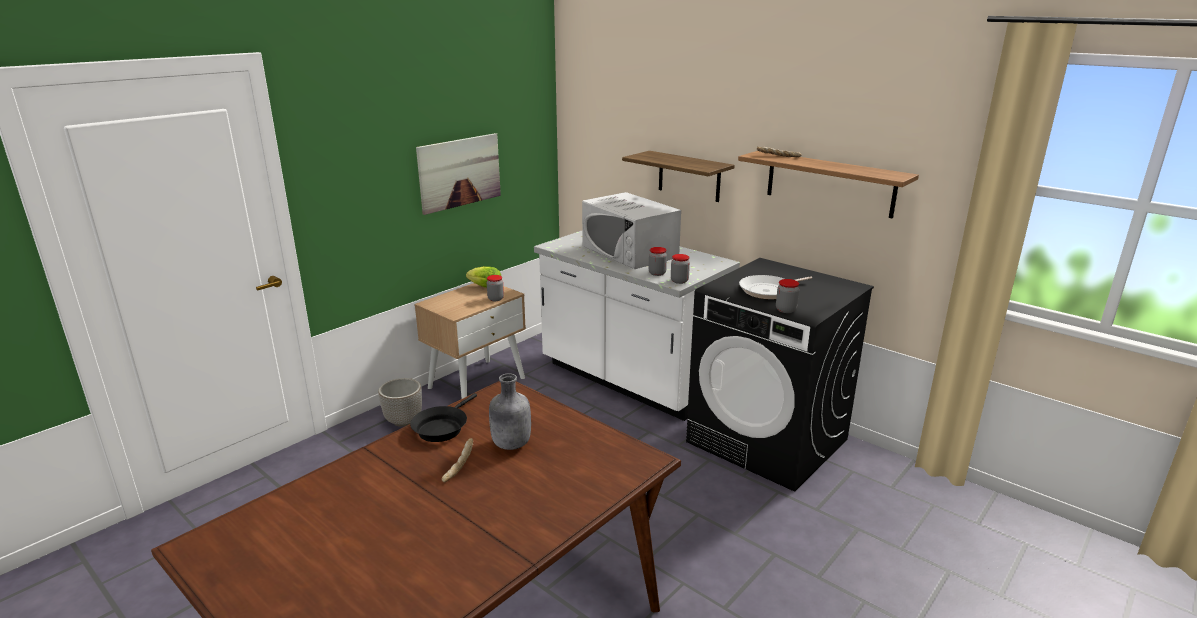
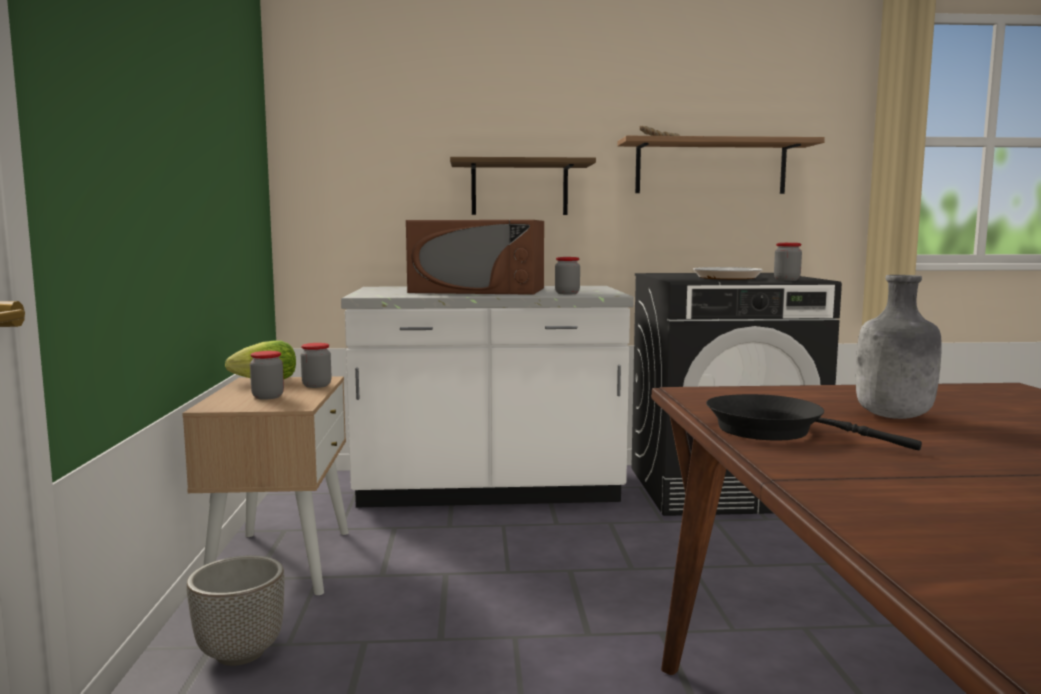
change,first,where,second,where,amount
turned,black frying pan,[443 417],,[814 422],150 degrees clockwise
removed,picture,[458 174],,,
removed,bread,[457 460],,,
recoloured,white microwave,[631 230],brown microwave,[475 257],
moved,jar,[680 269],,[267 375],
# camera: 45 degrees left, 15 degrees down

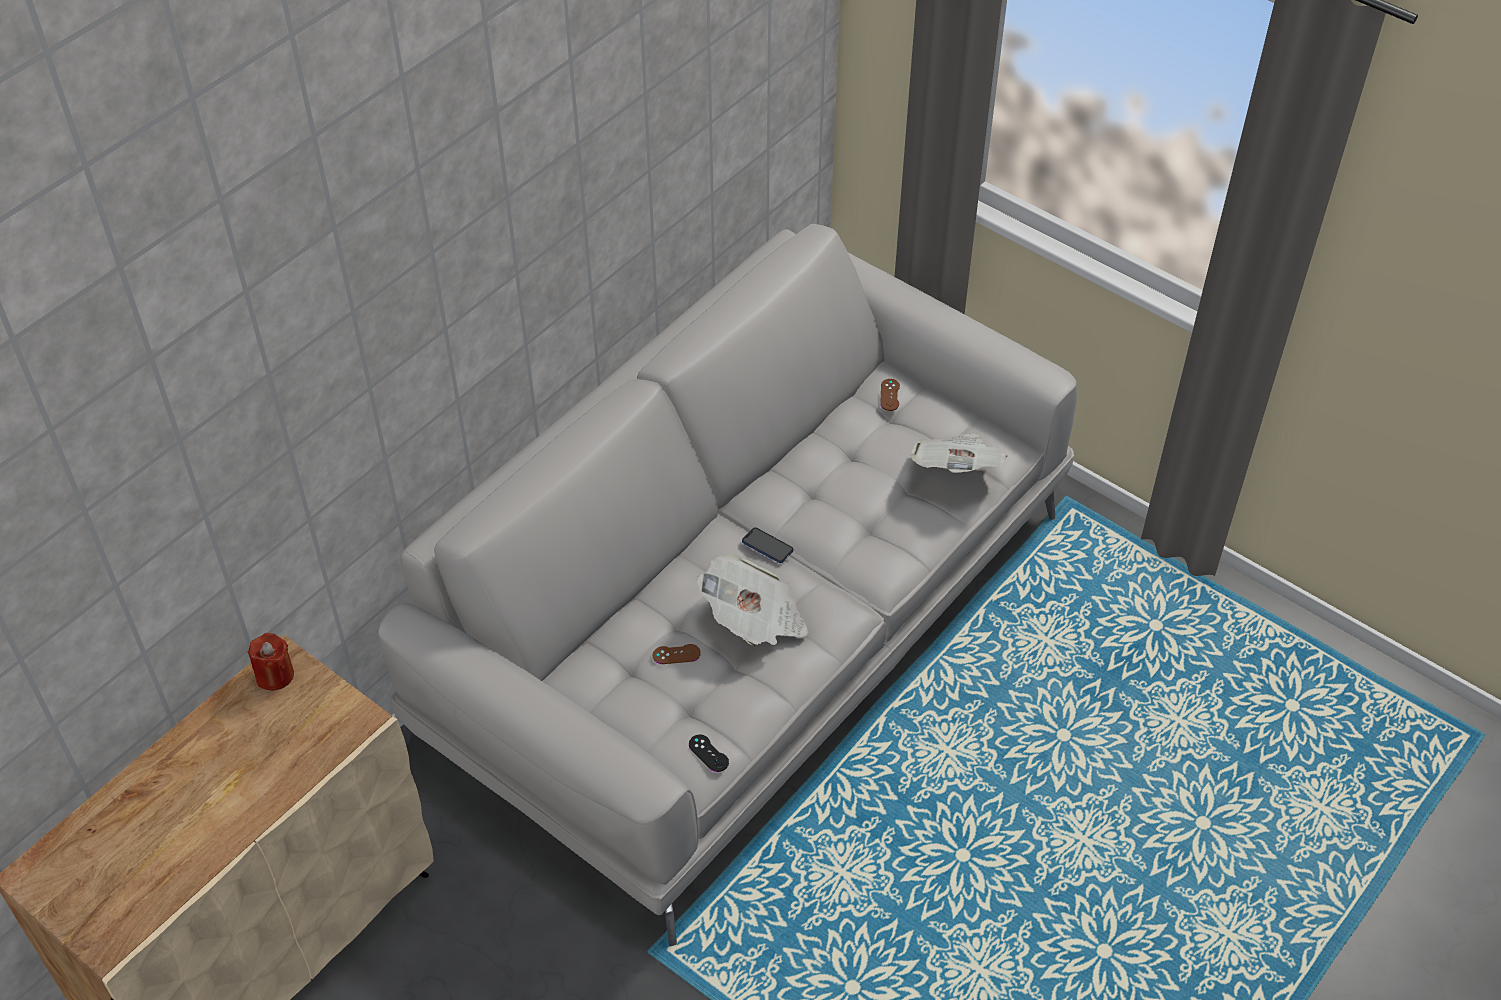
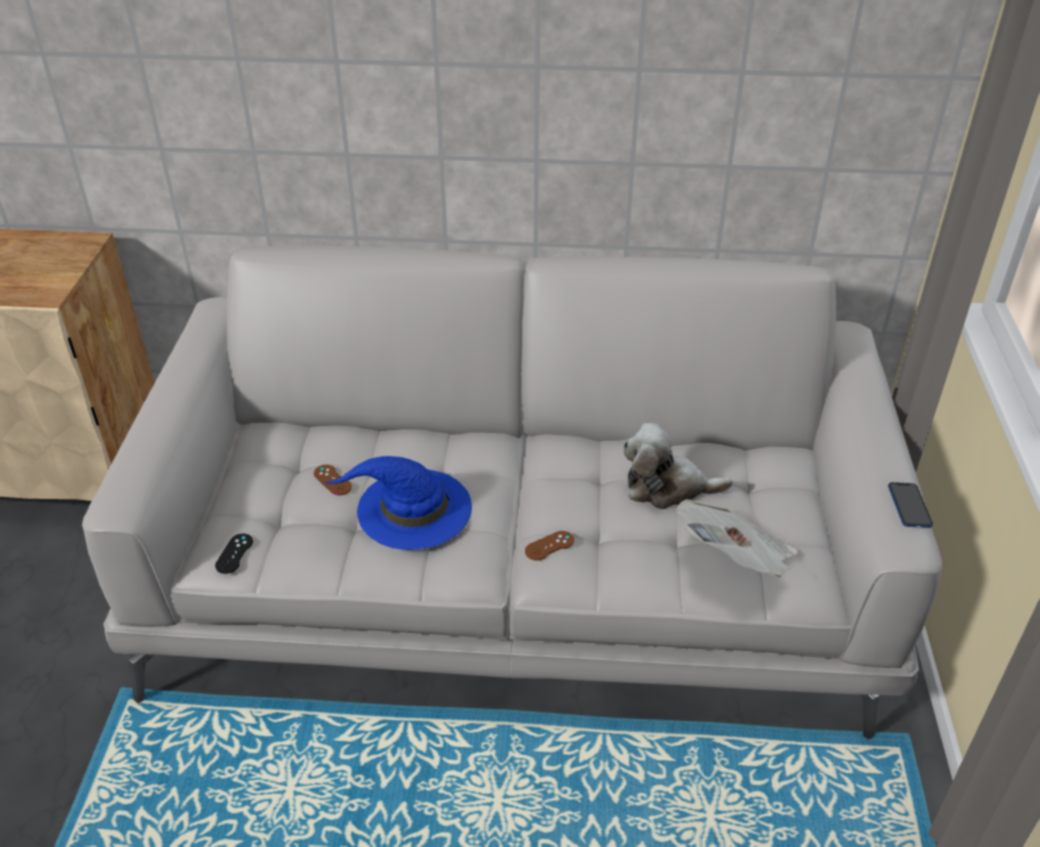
change,first,where,second,where,amount
removed,red candle,[270 662],,,
replaced,newspaper,[753 599],blue hat,[398 503],
moved,phone,[767 545],,[910 505],
moved,brown game controller,[890 395],,[549 546],
added,,,plush toy,[678 466],
# camera: 55 degrees right, 10 degrees down

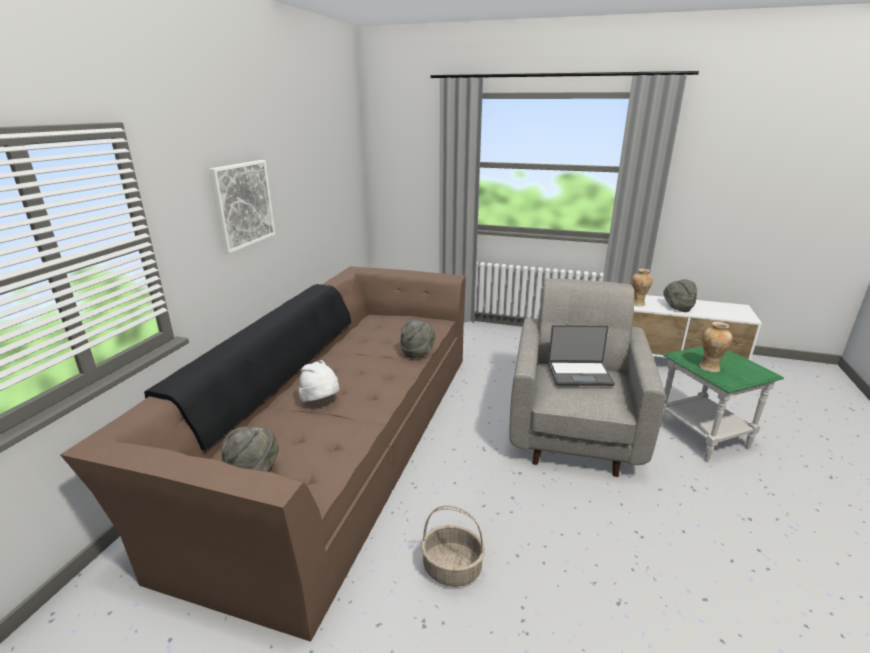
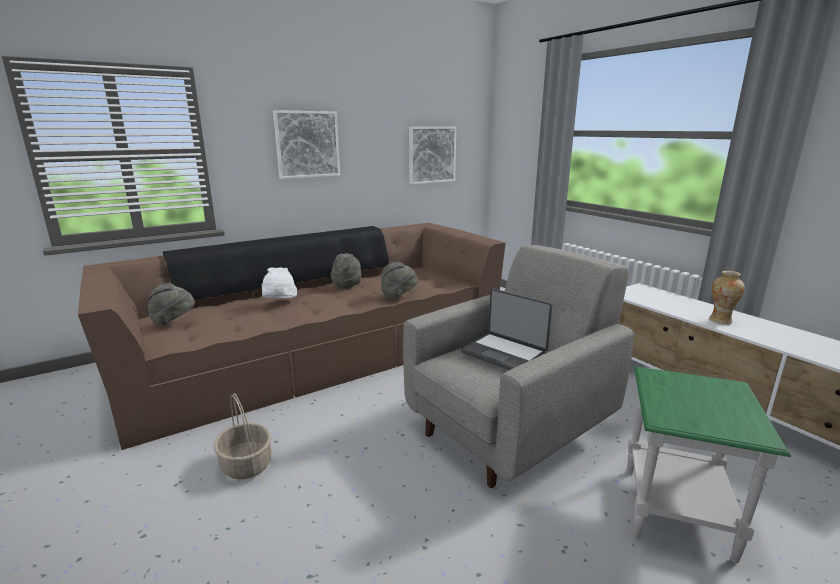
change,first,where,second,where,amount
moved,grey hat,[680 295],,[346 271],
removed,vase,[715 347],,,
added,,,picture,[432 155],
# camera: 40 degrees right, 5 degrees down

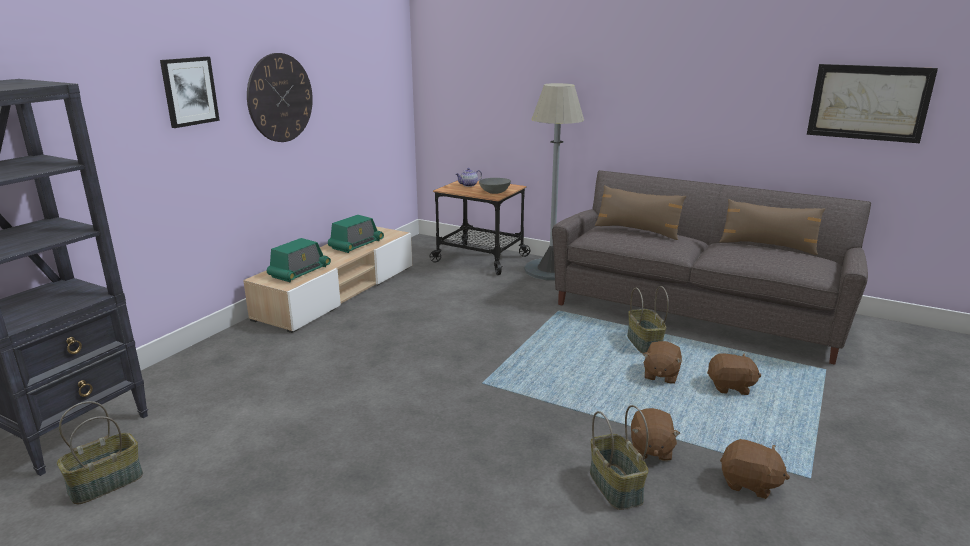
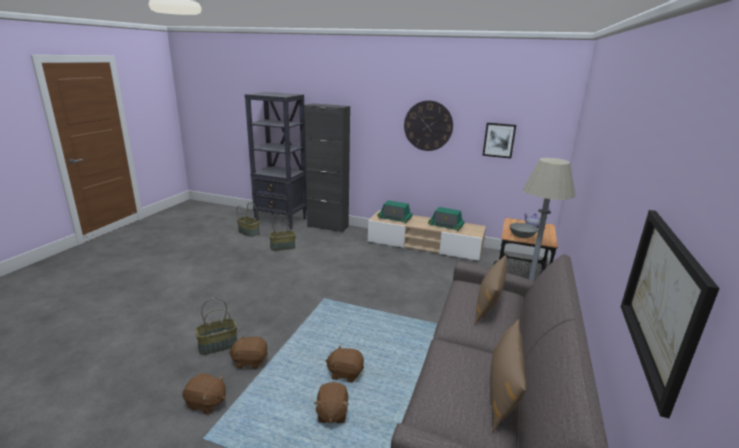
change,first,where,second,where,amount
moved,picture,[190 92],,[499 140],
moved,basket,[648 319],,[282 233],
turned,brown plush toy,[755 469],,[204 394],90 degrees counterclockwise
added,,,black cabinet,[327 168],
# camera: 80 degrees right, 0 degrees up

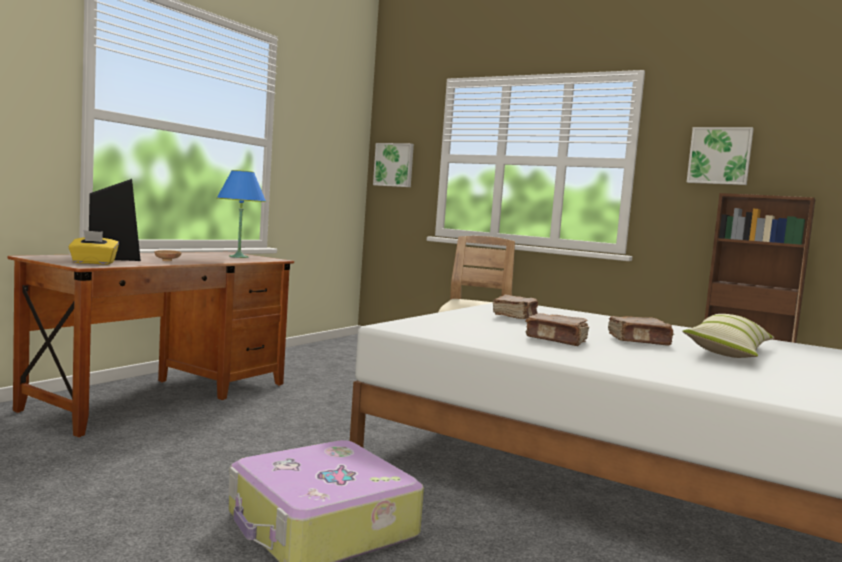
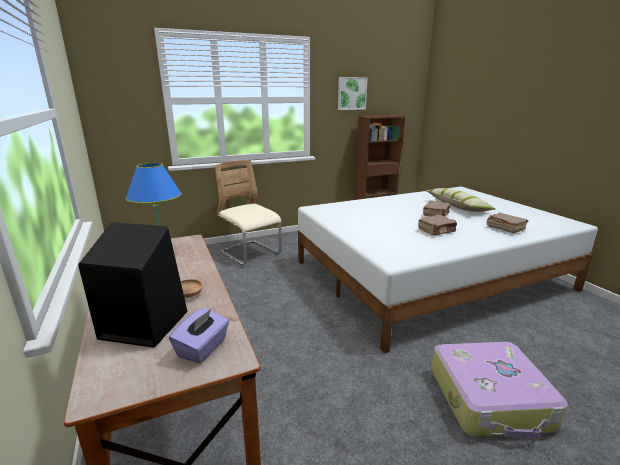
change,first,where,second,where,amount
recoloured,yellow tissue box,[94 247],purple tissue box,[199 336],
removed,picture,[393 165],,,
moved,brown book,[515 306],,[508 223],
# camera: 55 degrees left, 15 degrees up

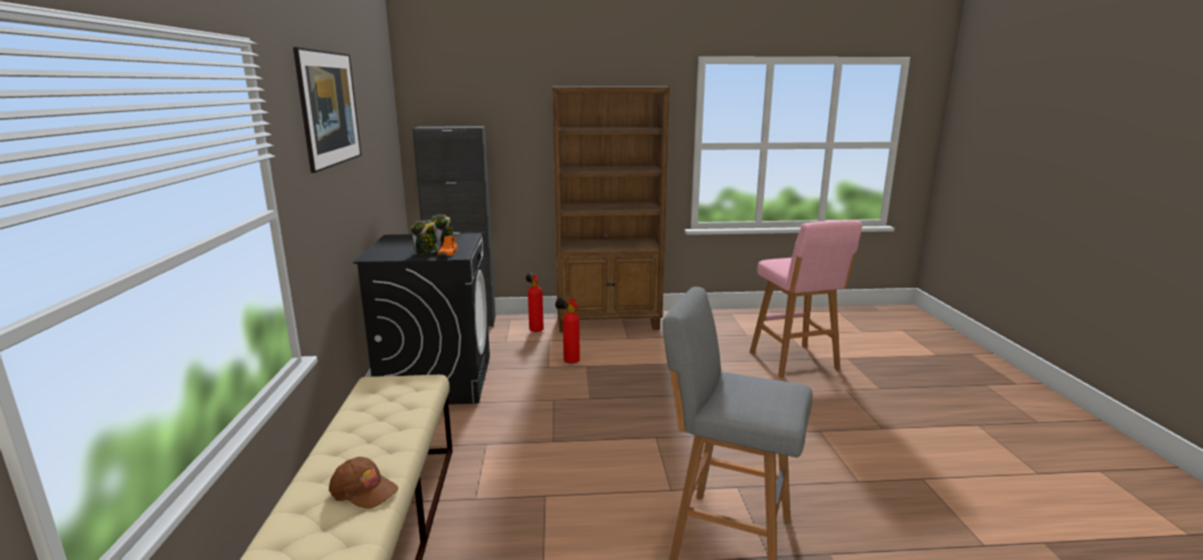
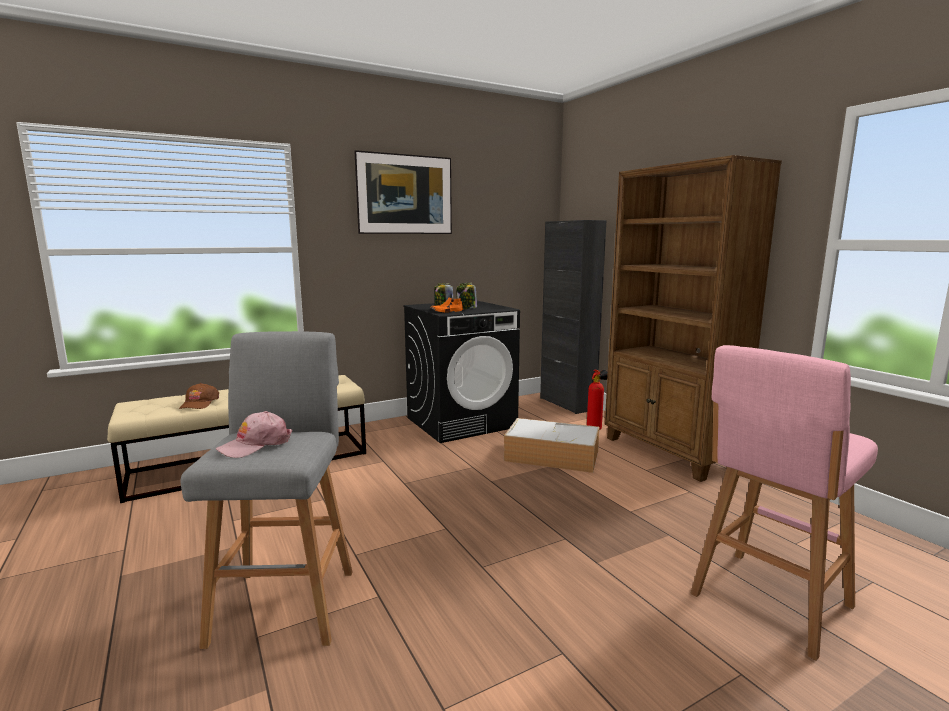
change,first,where,second,where,amount
replaced,fire extinguisher,[567 331],storage box,[552 445],
added,,,pink cap,[254 434],
# camera: 65 degrees right, 5 degrees down

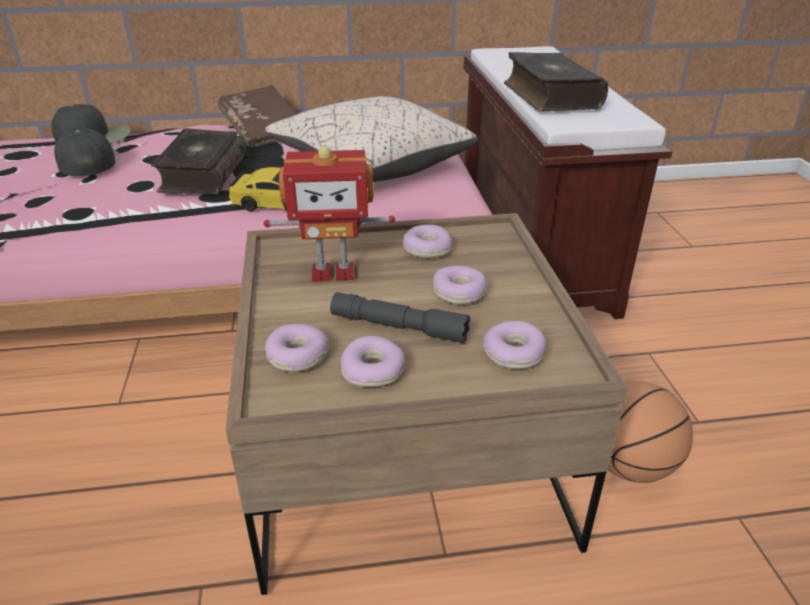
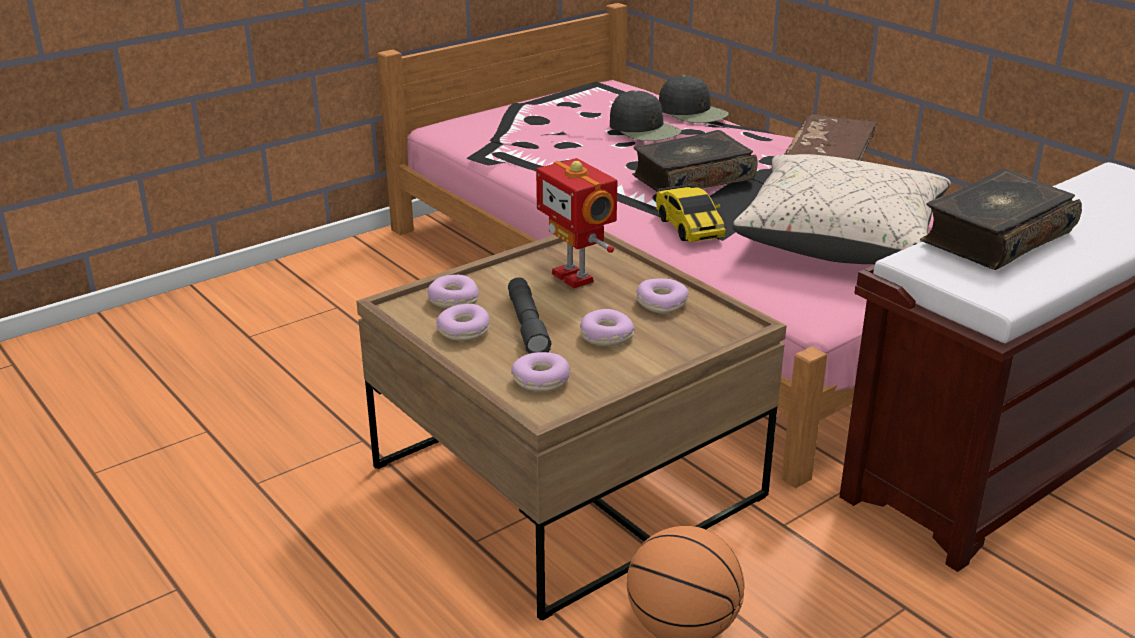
change,first,where,second,where,amount
turned,black cap,[84 151],,[645 115],105 degrees clockwise
# camera: 60 degrees right, 5 degrees down

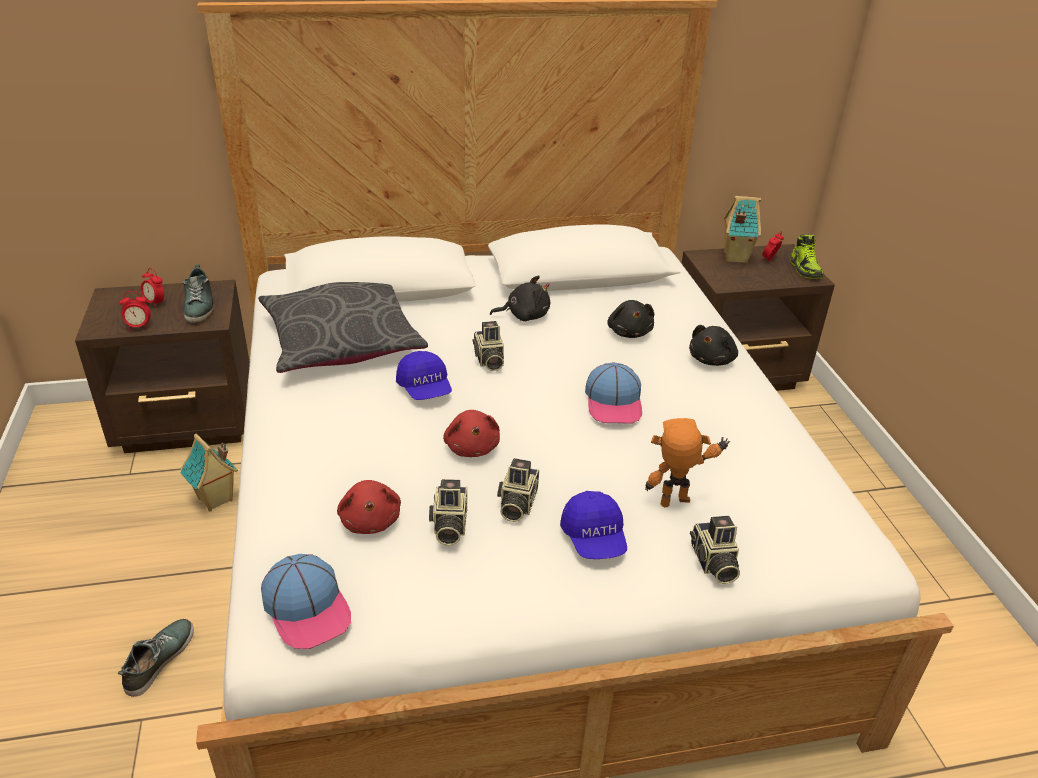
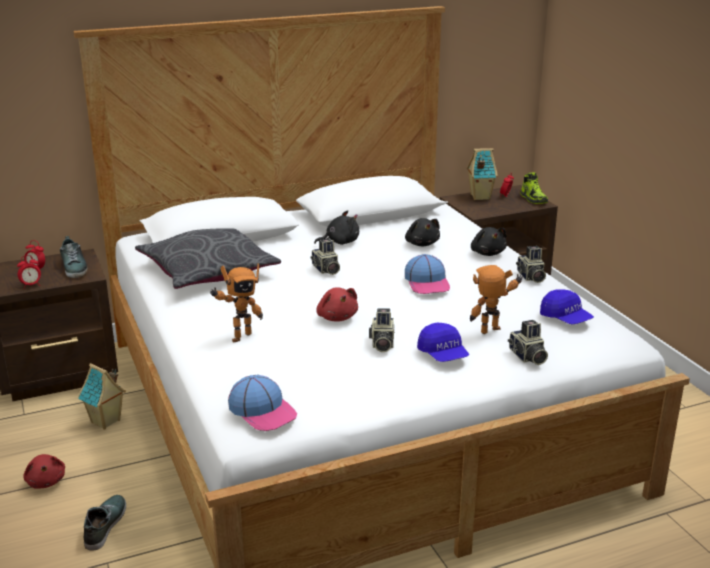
change,first,where,second,where,amount
moved,red plush toy,[369 507],,[44 471],
moved,blue cap,[424 375],,[567 306],
moved,photo camera,[448 512],,[531 264],
turned,black plush toy,[713 345],,[489 241],45 degrees counterclockwise
added,,,toy robot,[236 303],
# camera: 10 degrees left, 10 degrees down

